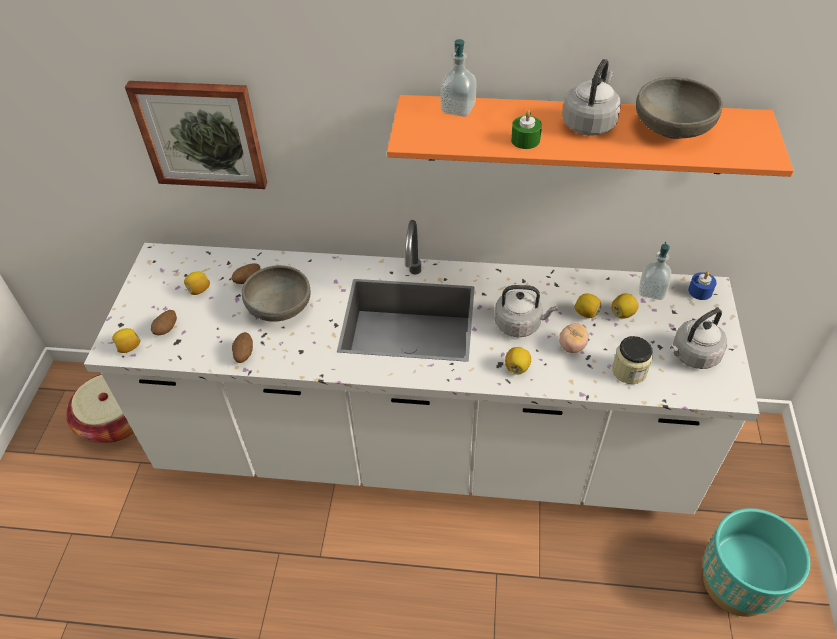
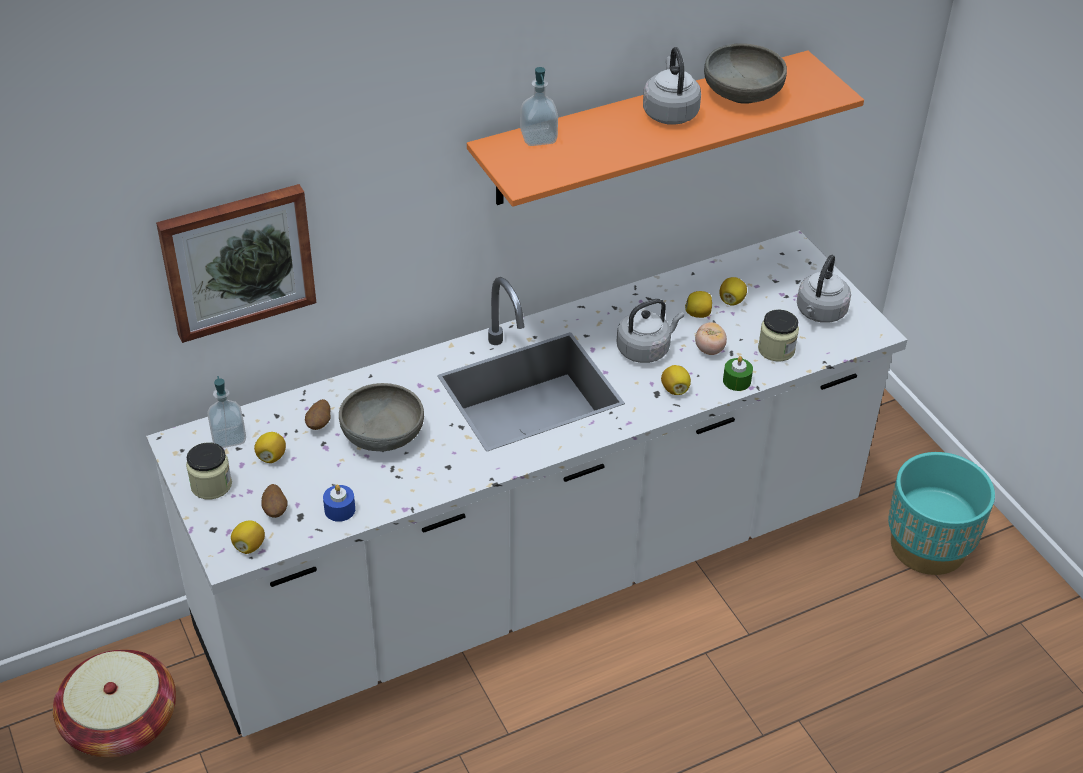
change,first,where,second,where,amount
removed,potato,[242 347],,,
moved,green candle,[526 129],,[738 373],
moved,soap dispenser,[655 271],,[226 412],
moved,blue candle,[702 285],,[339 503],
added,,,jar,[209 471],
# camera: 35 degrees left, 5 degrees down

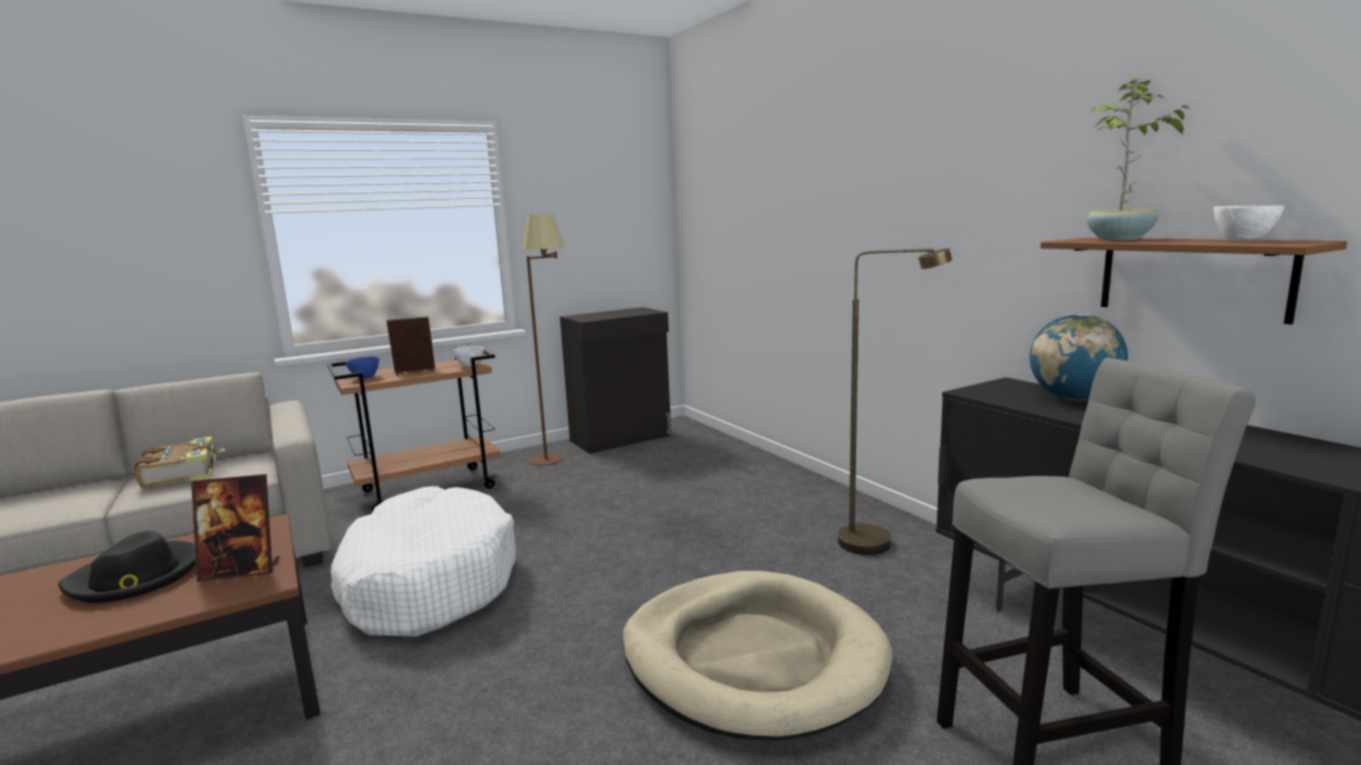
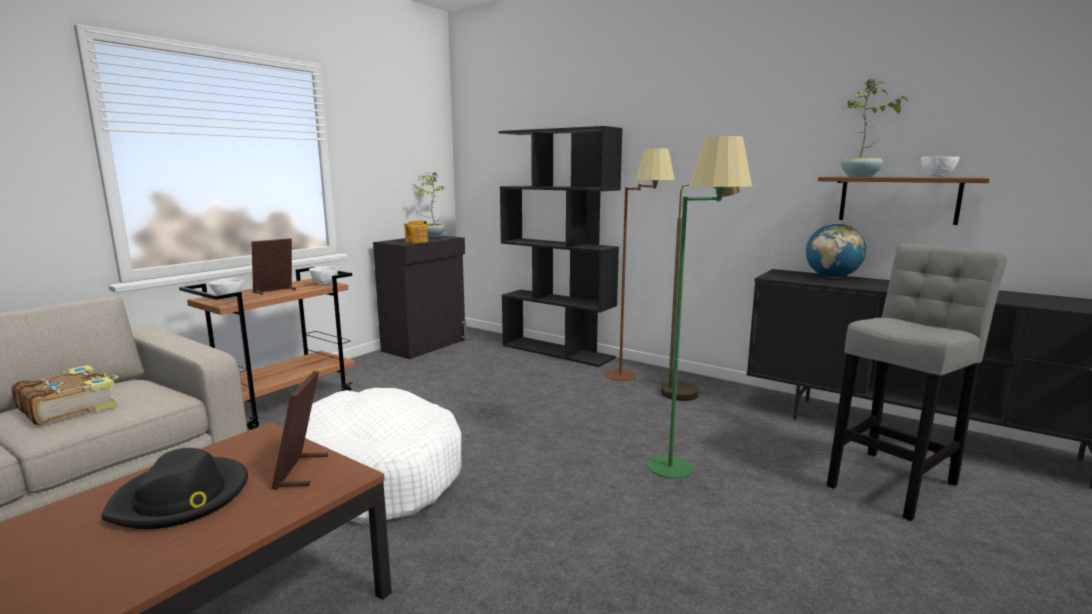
change,first,where,second,where,amount
turned,picture frame,[235 528],,[300 430],120 degrees clockwise
recoloured,blue bowl,[362 368],white bowl,[226 288],
moved,brown floor lamp,[543 340],,[640 264],
replaced,beige dog bed,[757 655],green floor lamp,[699 307],
added,,,teapot,[416 231],
added,,,potted plant,[430 204],
added,,,black bookcase,[561 246],
# camera: 25 degrees left, 0 degrees up

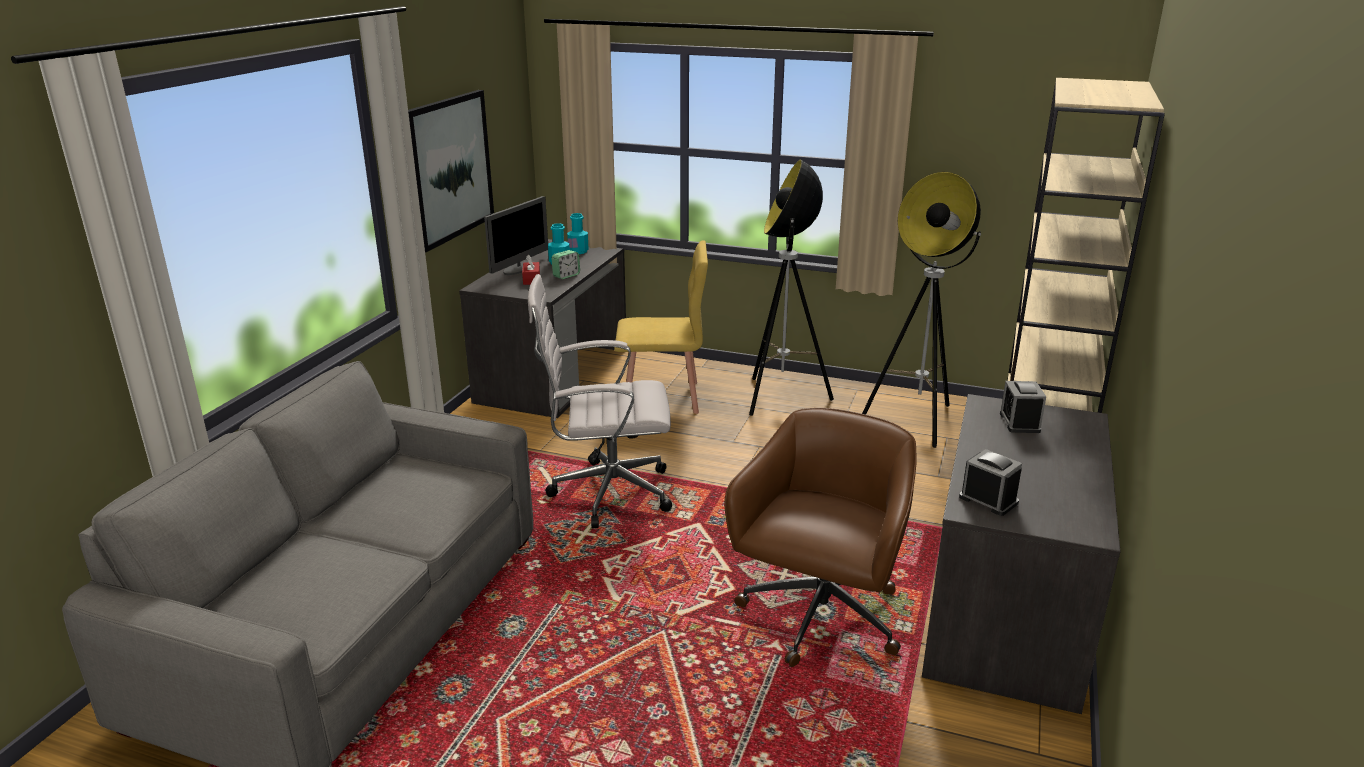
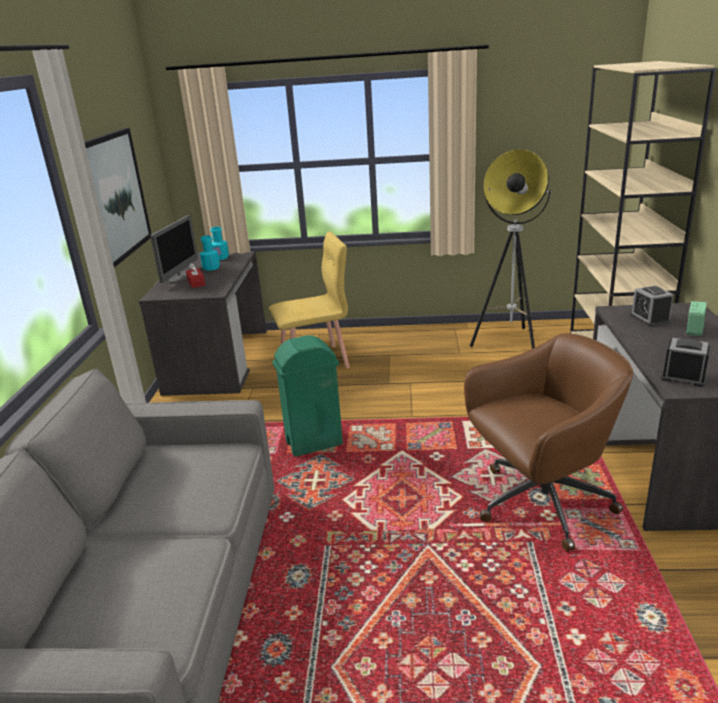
change,first,where,second,where,amount
replaced,white office chair,[600 401],green trash can,[307 396],
moved,alarm clock,[566 264],,[696 318],
turned,brown office chair,[821 537],,[548 442],60 degrees clockwise
removed,floor lamp,[791 287],,,
# camera: 15 degrees left, 0 degrees up

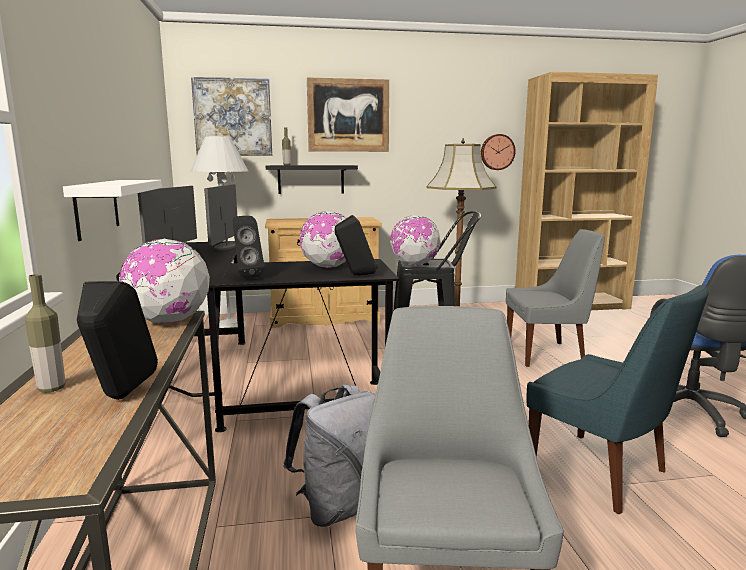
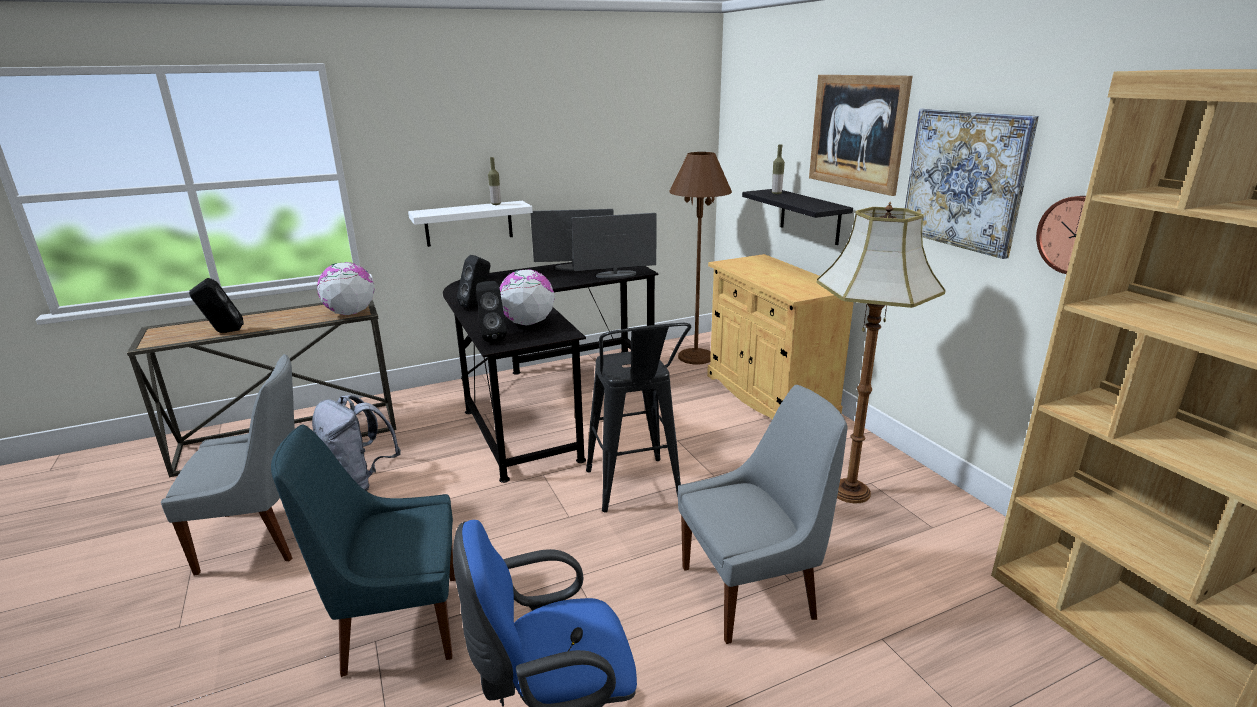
change,first,where,second,where,amount
moved,bottle,[45 333],,[494 181],
recoloured,white floor lamp,[219 232],brown floor lamp,[700 258],
moved,picture,[231 116],,[972 184],
removed,globe,[415 240],,,
turned,grey chair,[555 298],,[762 514],90 degrees counterclockwise
turned,blue chair,[617 399],,[363 550],45 degrees clockwise
# camera: 75 degrees right, 10 degrees up

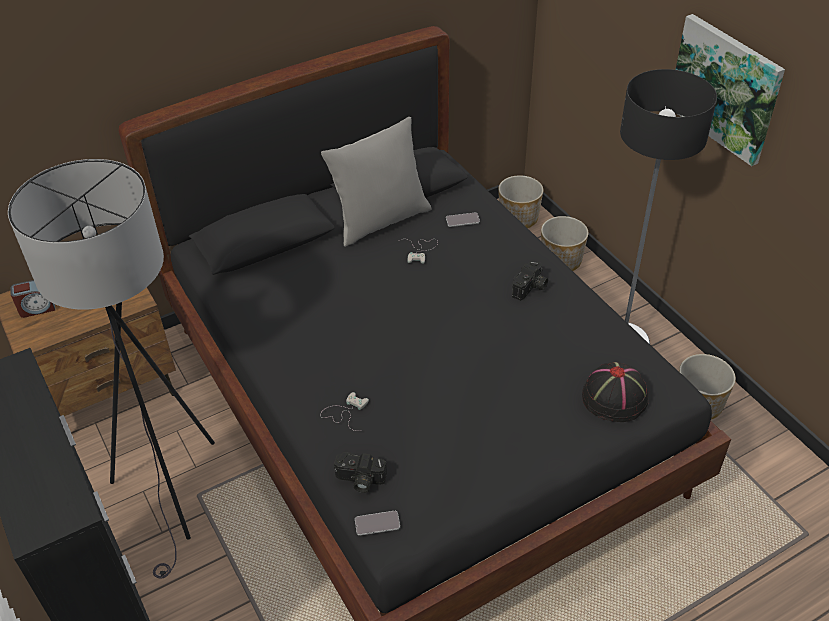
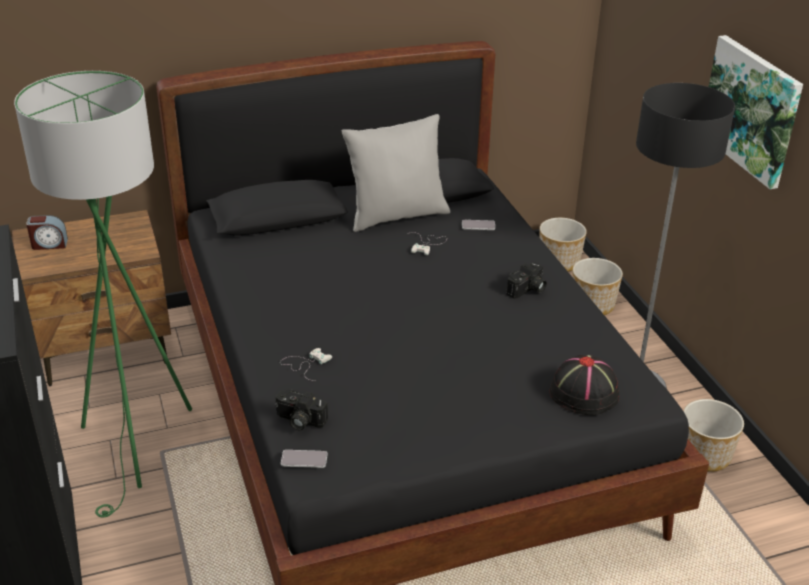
change,first,where,second,where,amount
recoloured,grey floor lamp,[111 369],green floor lamp,[103 294],
# camera: 10 degrees right, 10 degrees down

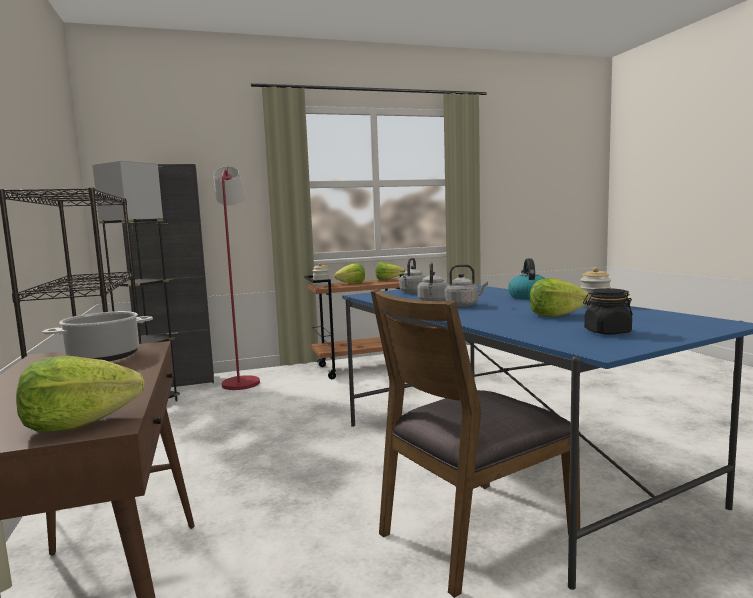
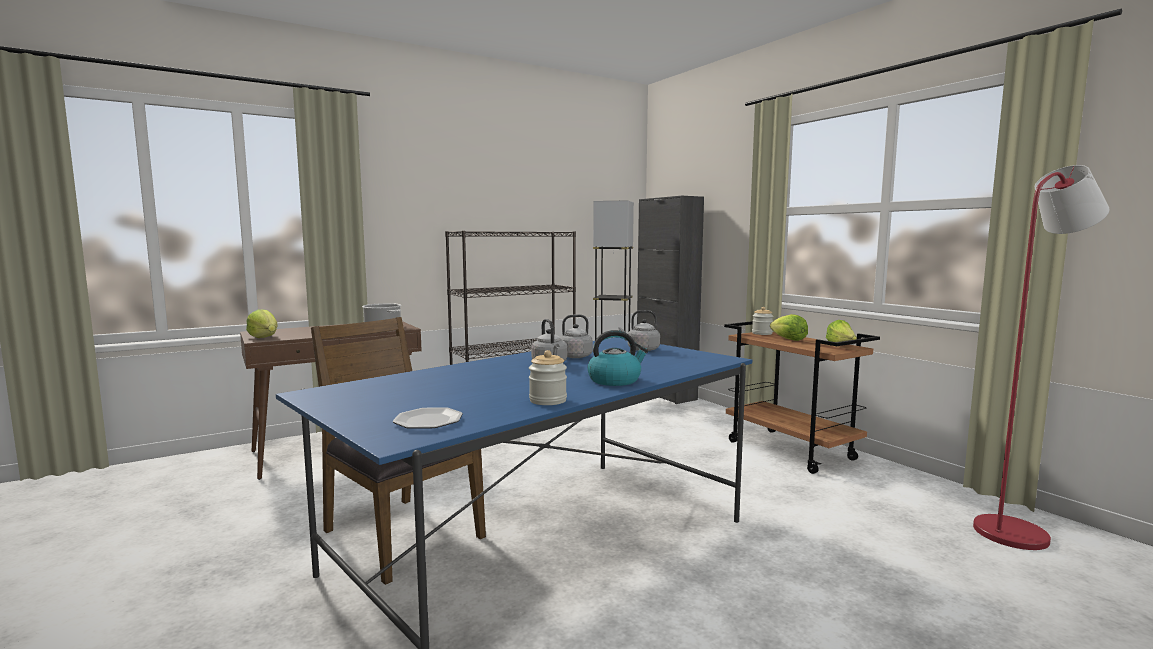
change,first,where,second,where,amount
moved,red floor lamp,[236 278],,[1041 357],
removed,lettuce,[560 297],,,
removed,black jar,[608 311],,,
added,,,plate,[428 418],
# camera: 75 degrees right, 0 degrees up

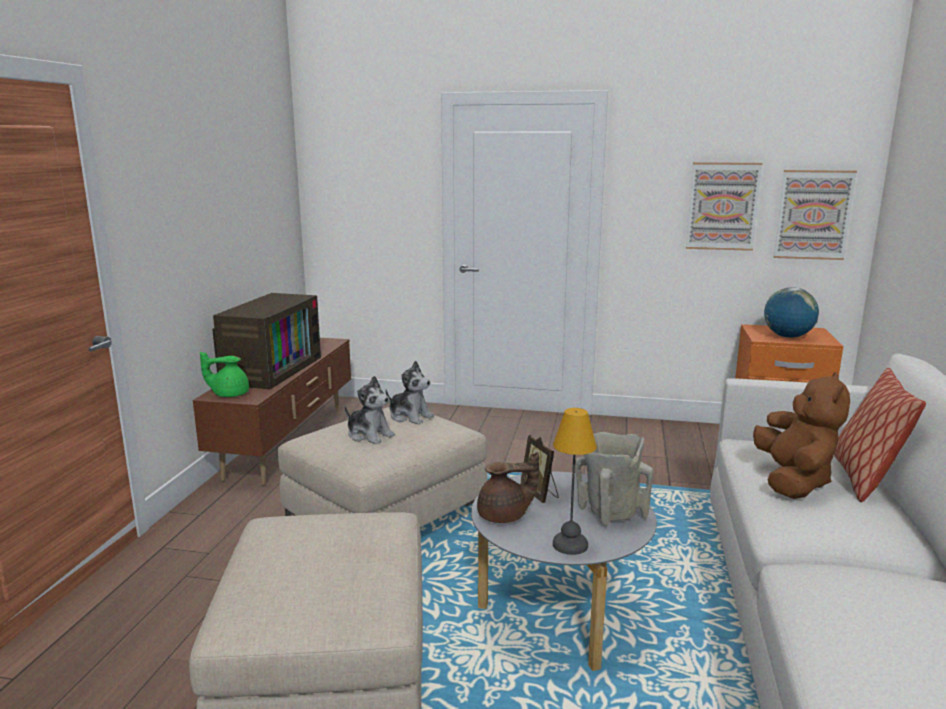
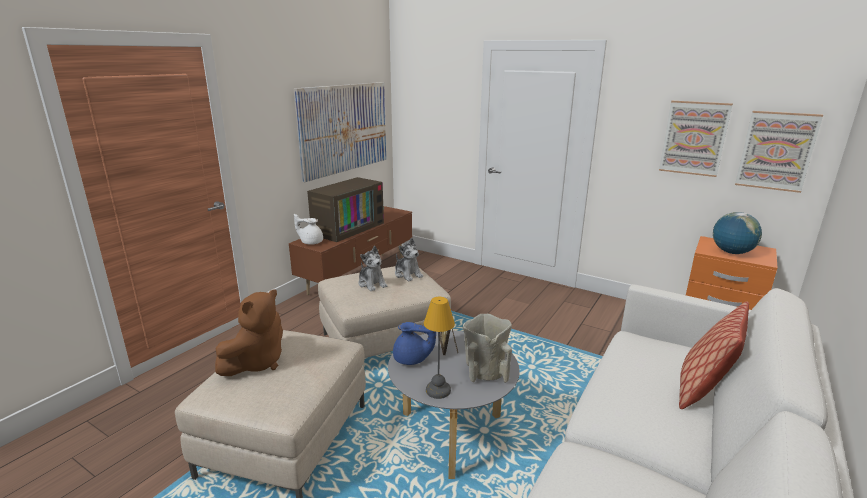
change,first,where,second,where,amount
recoloured,green teapot,[224 374],white teapot,[308 229],
recoloured,brown teapot,[508 487],blue teapot,[414 343],
moved,brown plush toy,[801 435],,[249 332],
added,,,picture,[340 132],
# camera: 20 degrees right, 5 degrees up

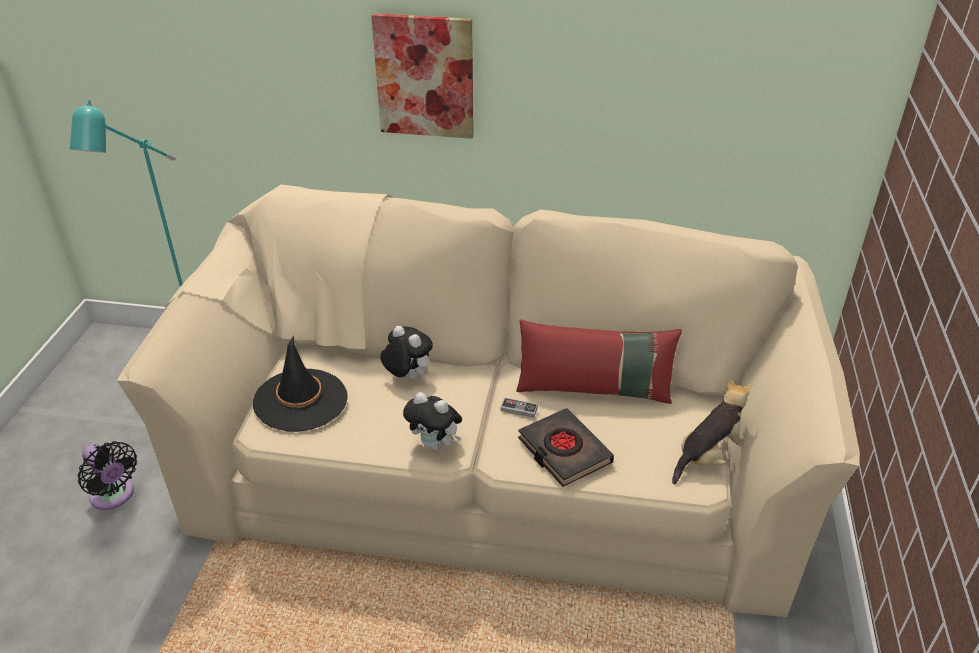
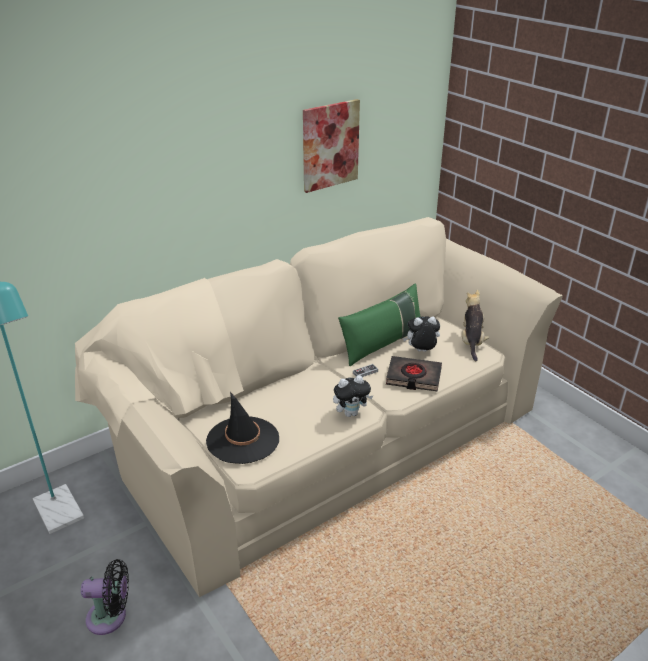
change,first,where,second,where,amount
moved,picture,[422 76],,[331 146],
moved,plush toy,[406 352],,[421 334],
recoloured,red pillow,[599 361],green pillow,[379 325],
# camera: 45 degrees left, 5 degrees down

